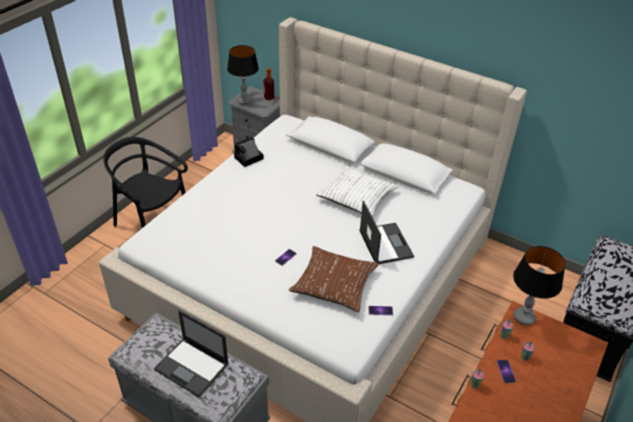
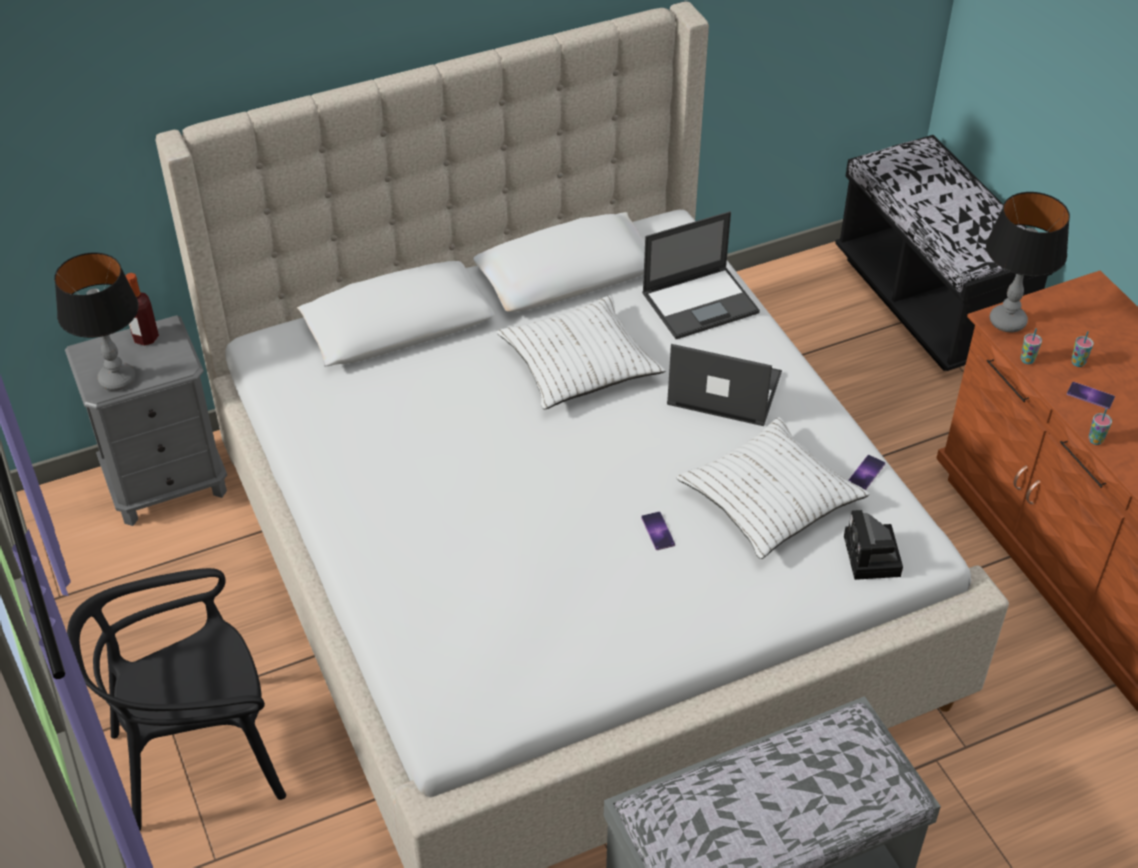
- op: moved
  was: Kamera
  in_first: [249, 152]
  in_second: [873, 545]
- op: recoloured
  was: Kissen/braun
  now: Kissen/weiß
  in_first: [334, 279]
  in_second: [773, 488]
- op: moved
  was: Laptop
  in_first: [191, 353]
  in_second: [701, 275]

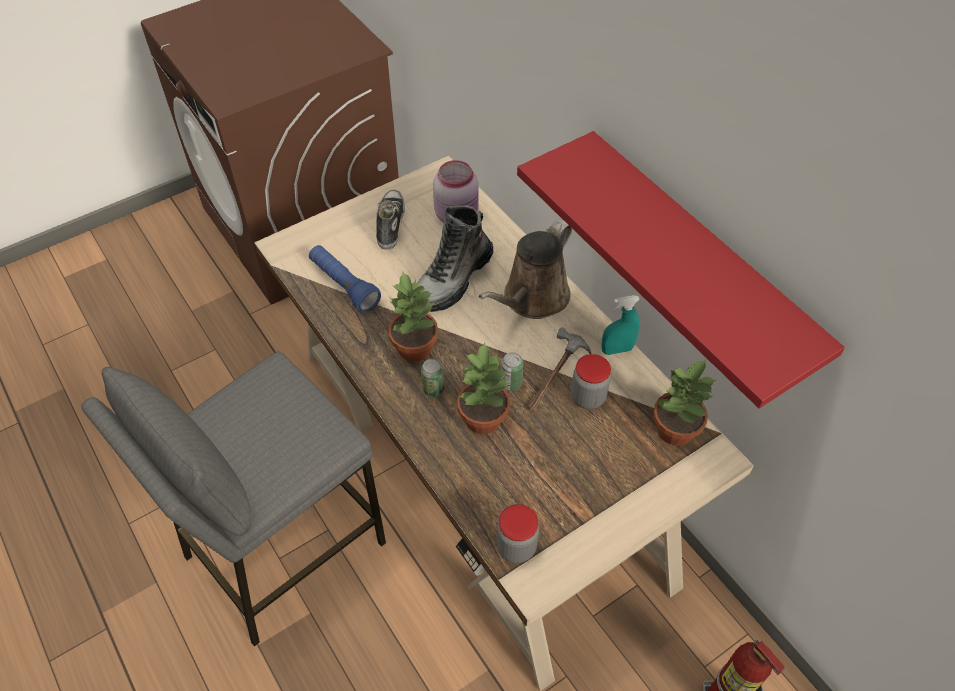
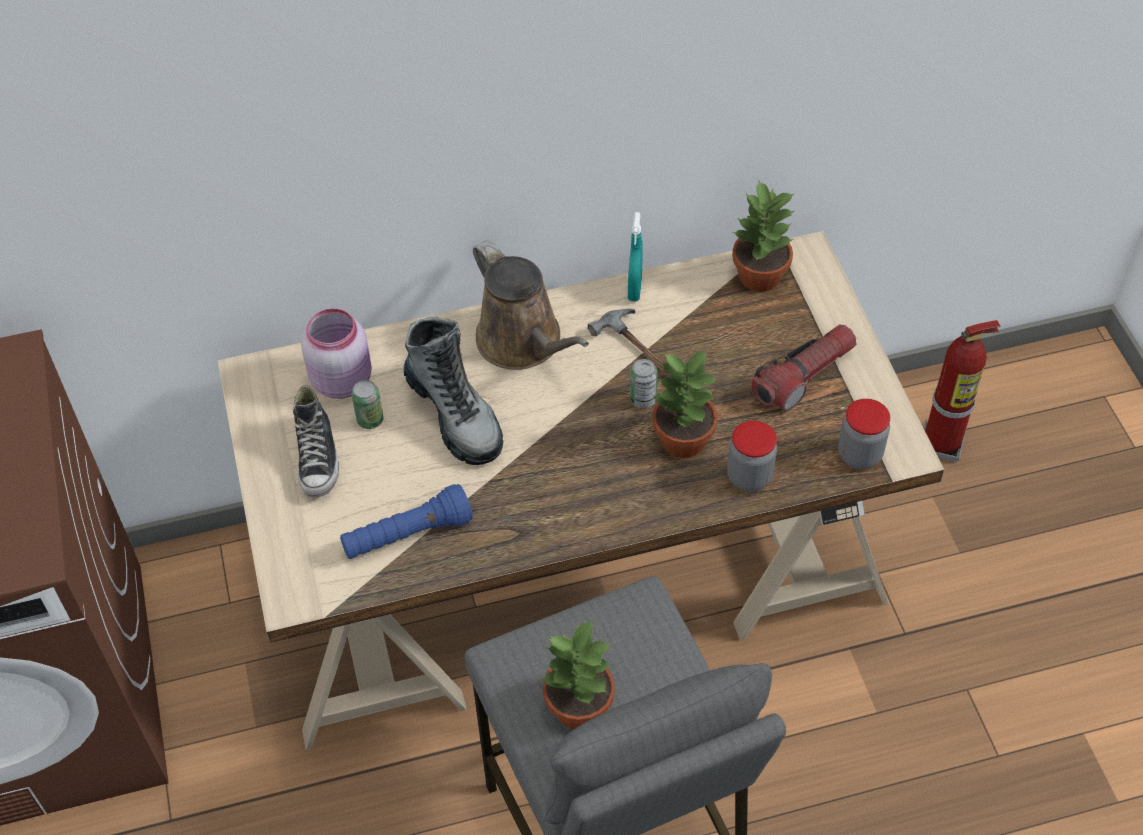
- op: removed
  was: Wandregal/rot
  in_first: [681, 269]
- op: turned
  was: Schuh
  in_first: [390, 220]
  in_second: [316, 441]
  clockwise: -120
- op: moved
  was: Topfpflanze
  in_first: [413, 317]
  in_second: [577, 674]
- op: moved
  was: Vorratsglas
  in_first: [591, 382]
  in_second: [752, 456]
- op: moved
  was: Dose
  in_first: [432, 377]
  in_second: [368, 404]
- op: added
  now: Taschenlampe
  in_second: [804, 368]

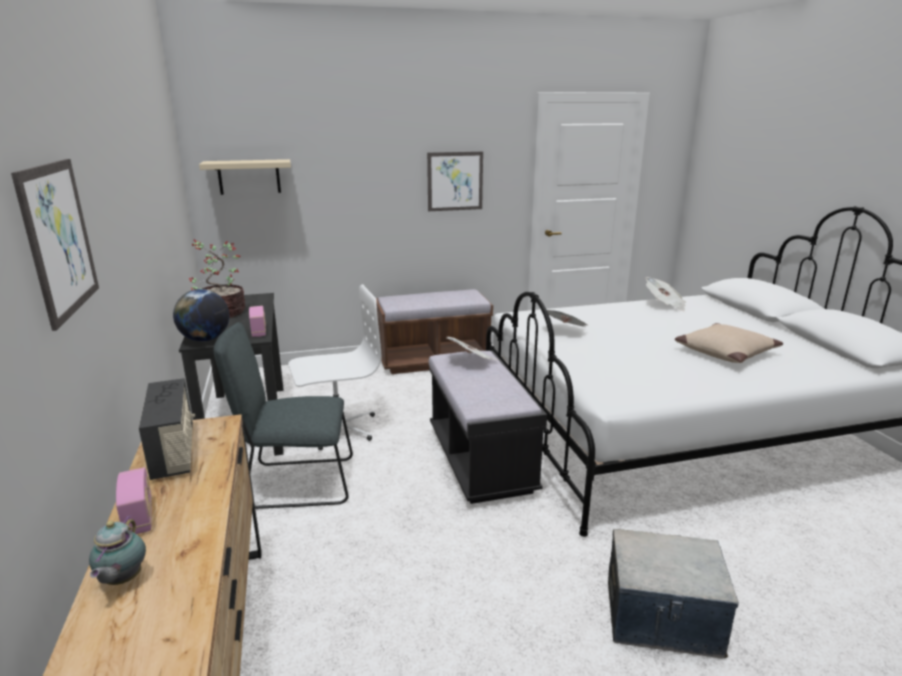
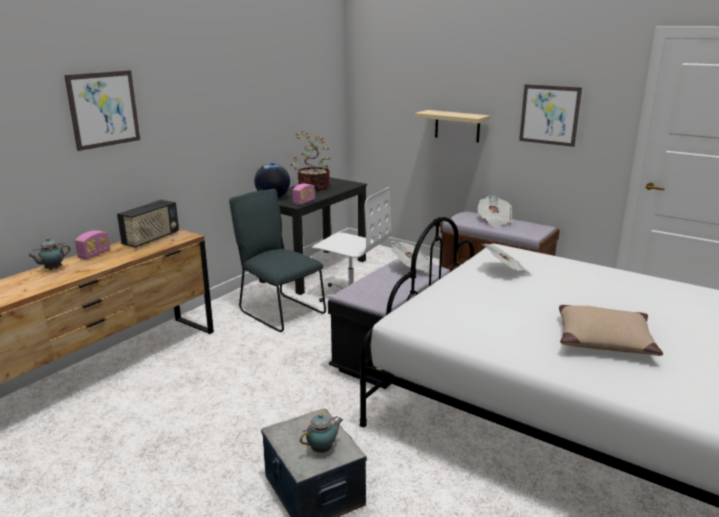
- op: moved
  was: Wandregal/beige
  in_first: [245, 177]
  in_second: [452, 126]
- op: moved
  was: Zeitung
  in_first: [666, 294]
  in_second: [494, 211]
- op: added
  now: Teekanne
  in_second: [321, 433]

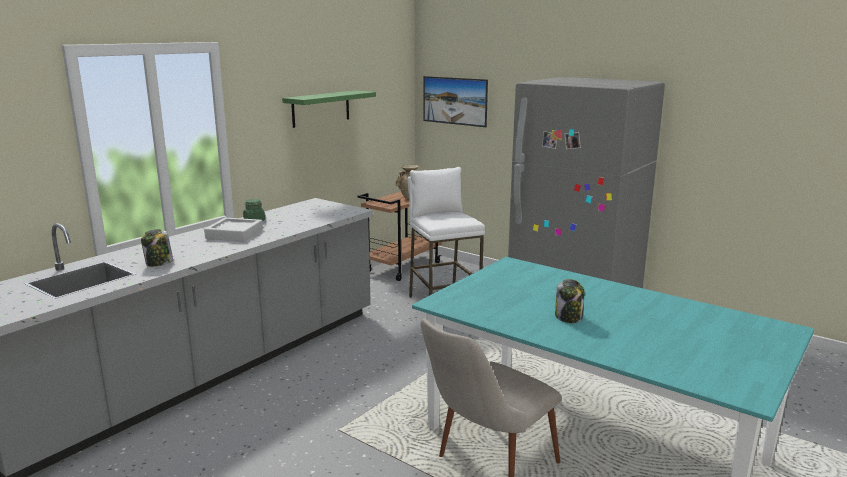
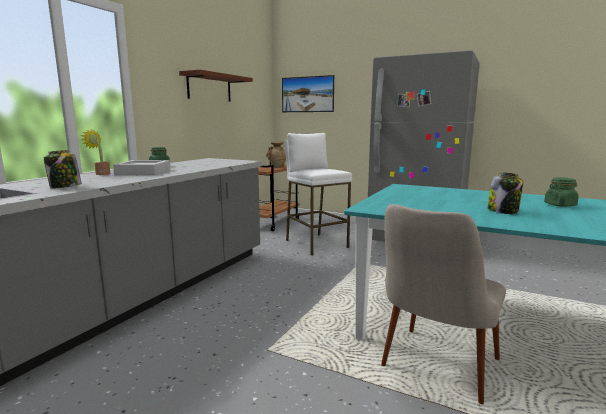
- op: recoloured
  was: Wandregal/grün
  now: Wandregal/braun
  in_first: [329, 109]
  in_second: [216, 85]
- op: added
  now: Topfpflanze
  in_second: [96, 152]
- op: added
  now: Vorratsglas/grün
  in_second: [561, 192]

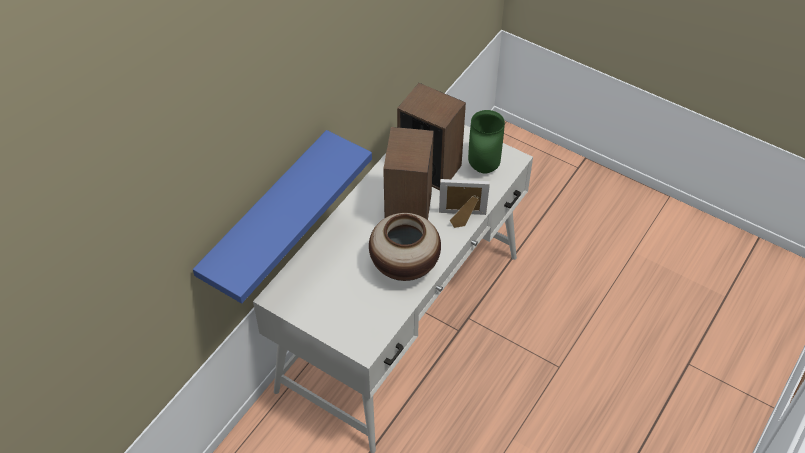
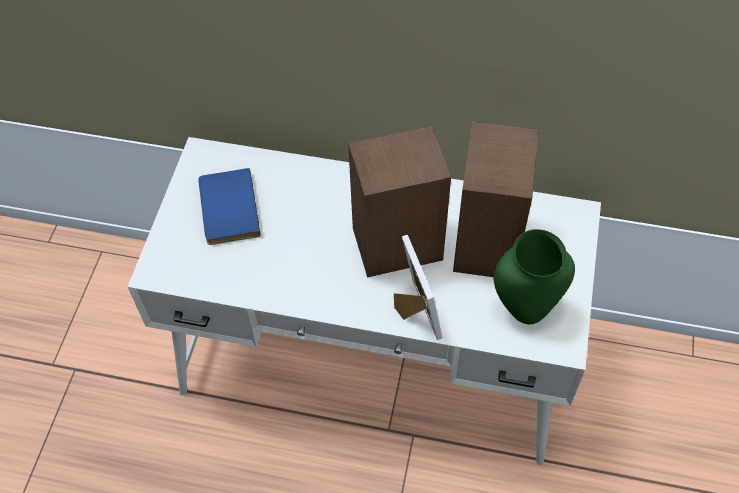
- op: removed
  was: Wandregal/blau
  in_first: [282, 217]
- op: removed
  was: Vase
  in_first: [405, 247]
- op: added
  now: Buch/blau
  in_second: [229, 206]

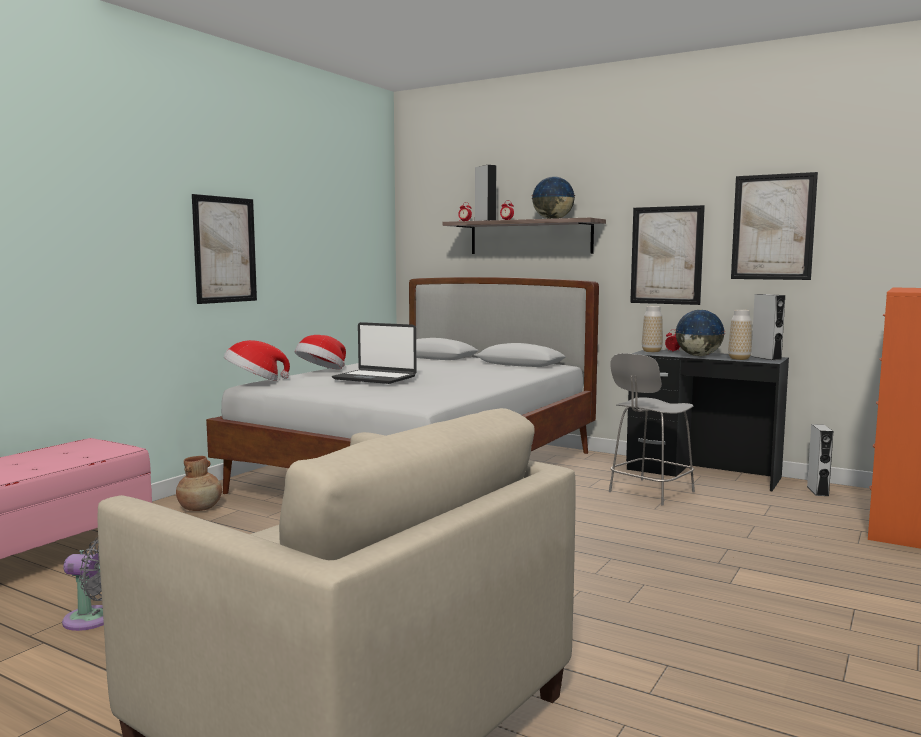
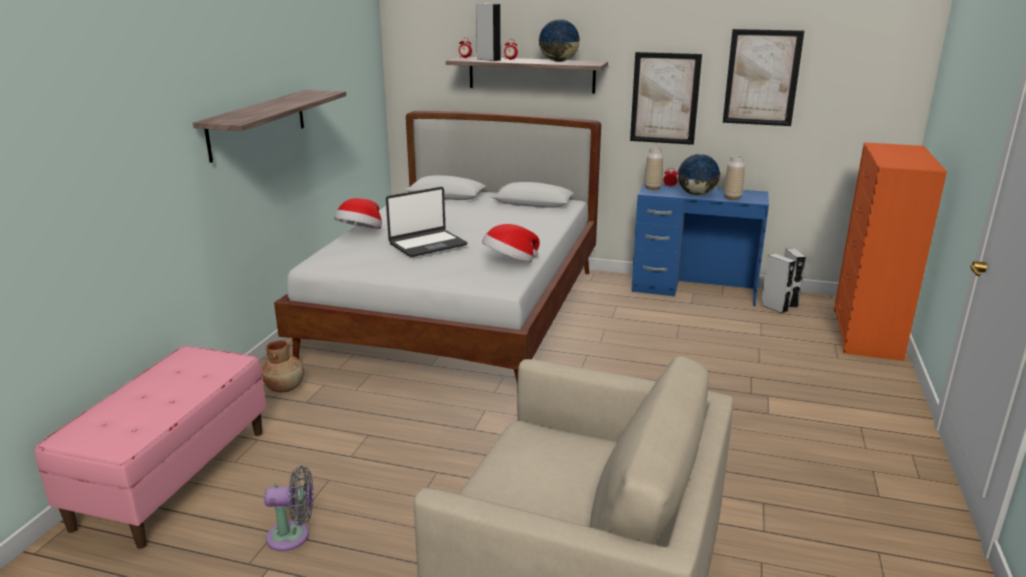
- op: replaced
  was: Bild
  now: Wandregal
  in_first: [224, 249]
  in_second: [269, 126]
- op: moved
  was: Lautsprecher/grau
  in_first: [768, 327]
  in_second: [778, 283]
- op: turned
  was: Laptop
  in_first: [374, 353]
  in_second: [426, 222]
  clockwise: -45
- op: moved
  was: Hut
  in_first: [257, 360]
  in_second: [511, 243]
- op: recoloured
  was: Schreibtisch/schwarz
  now: Schreibtisch/blau
  in_first: [707, 420]
  in_second: [700, 244]
- op: removed
  was: Stuhl/grau
  in_first: [652, 429]

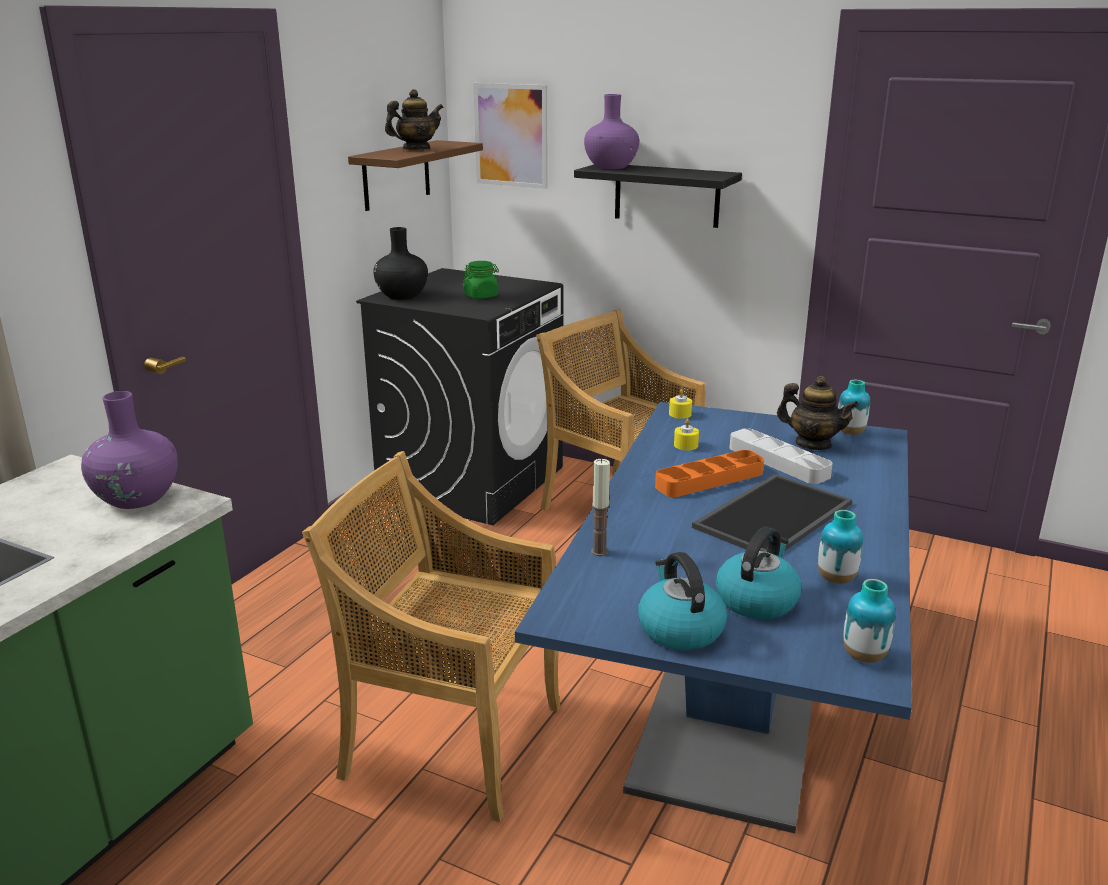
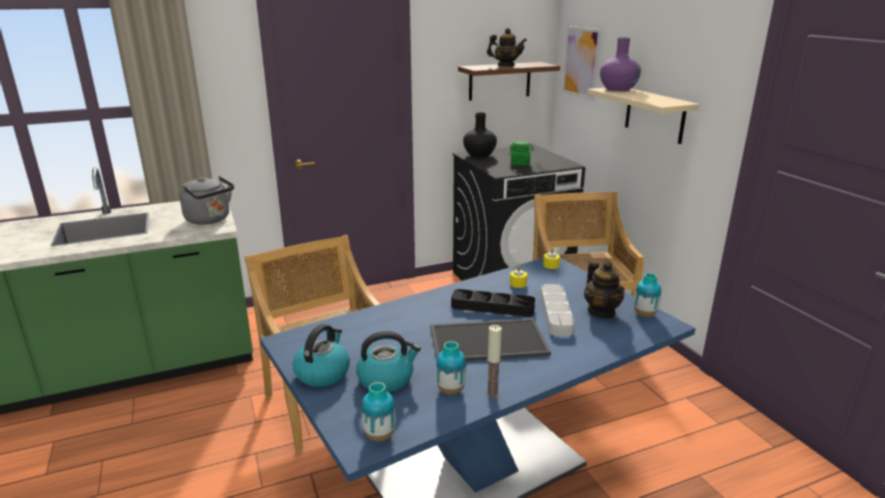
- op: recoloured
  was: Wandregal/schwarz
  now: Wandregal/beige
  in_first: [658, 196]
  in_second: [643, 116]
- op: replaced
  was: Vase/lila
  now: Wasserkessel/grau
  in_first: [129, 450]
  in_second: [207, 200]
- op: recoloured
  was: Tablett/orange
  now: Tablett/schwarz
  in_first: [709, 473]
  in_second: [493, 303]
- op: moved
  was: Kerze
  in_first: [600, 507]
  in_second: [494, 361]

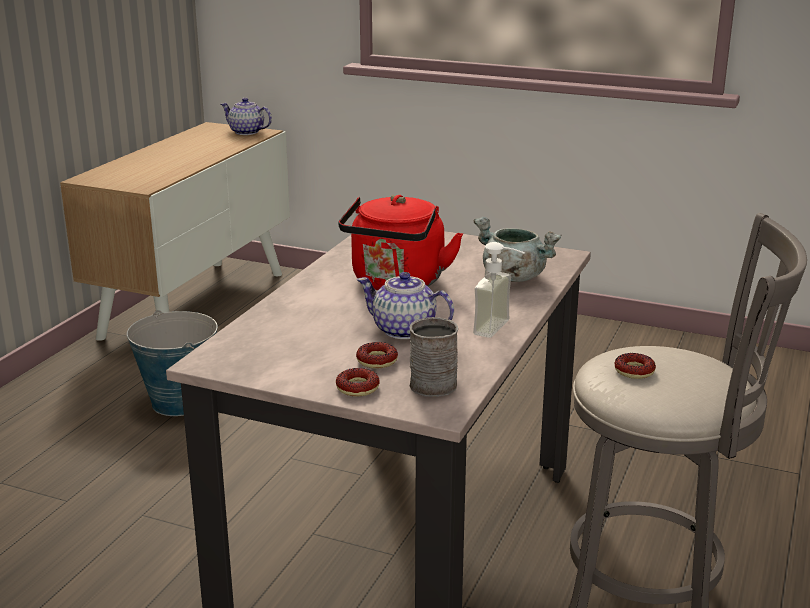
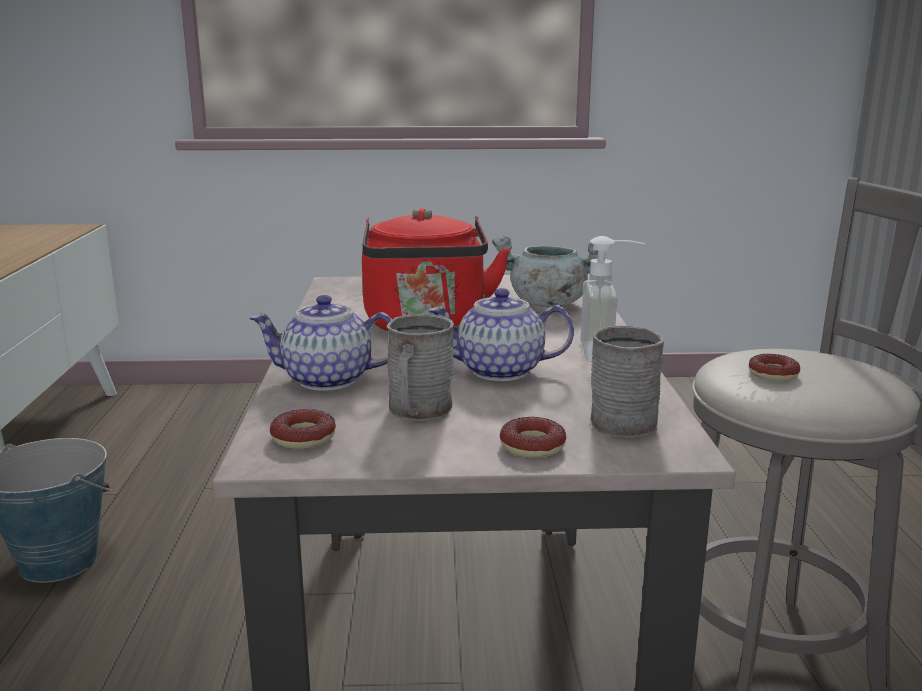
- op: moved
  was: Teekanne
  in_first: [246, 116]
  in_second: [321, 343]
- op: moved
  was: Donut
  in_first: [377, 355]
  in_second: [303, 429]
- op: added
  now: Henkelbecher/grau
  in_second: [420, 367]

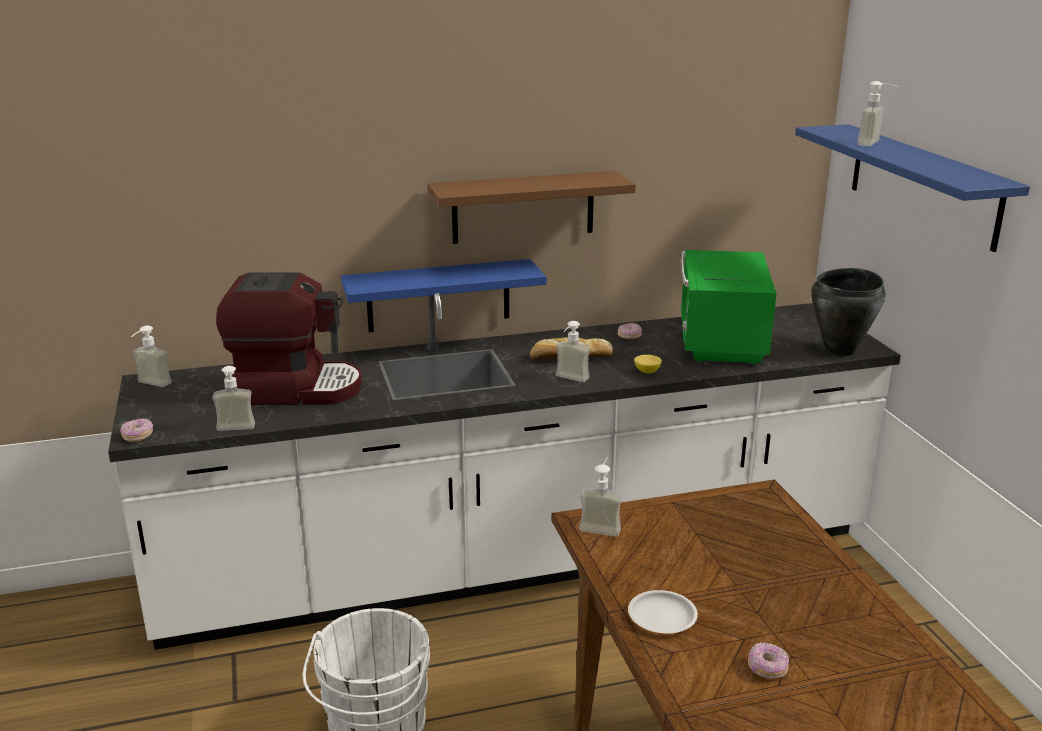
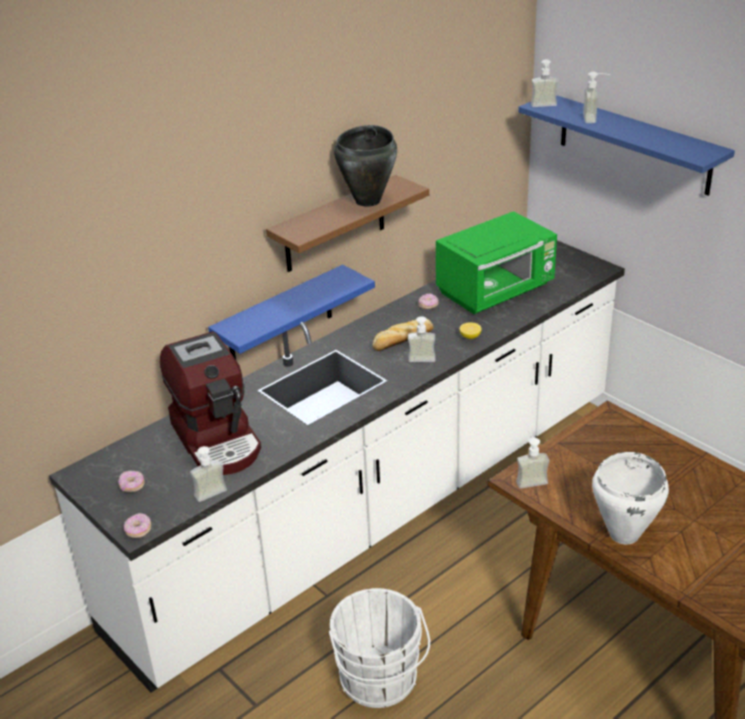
- op: turned
  was: Mikrowelle/grün
  in_first: [729, 307]
  in_second: [496, 262]
  clockwise: -105
- op: moved
  was: Kochtopf/schwarz
  in_first: [848, 312]
  in_second: [365, 166]
- op: turned
  was: Kaffeemaschine
  in_first: [289, 338]
  in_second: [210, 403]
  clockwise: 90
- op: moved
  was: Seifenspender
  in_first: [151, 356]
  in_second: [544, 83]
- op: replaced
  was: Teller/weiß
  now: Kochtopf/weiß
  in_first: [663, 612]
  in_second: [630, 498]
- op: moved
  was: Donut
  in_first: [768, 660]
  in_second: [131, 481]

